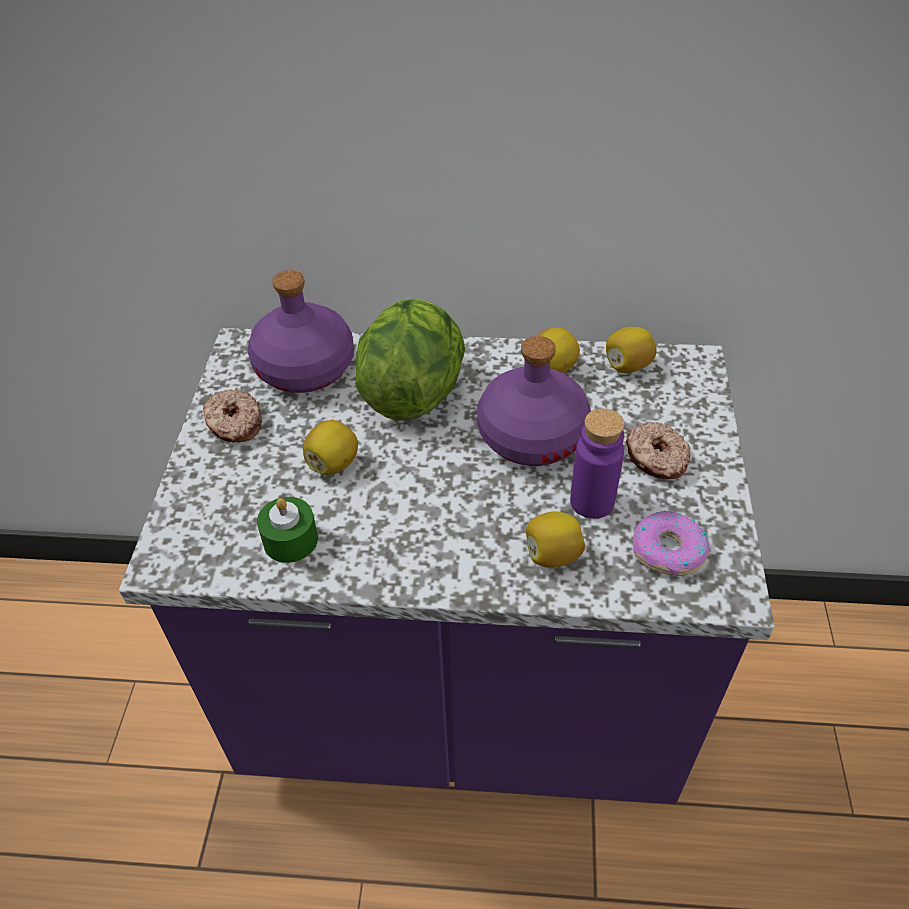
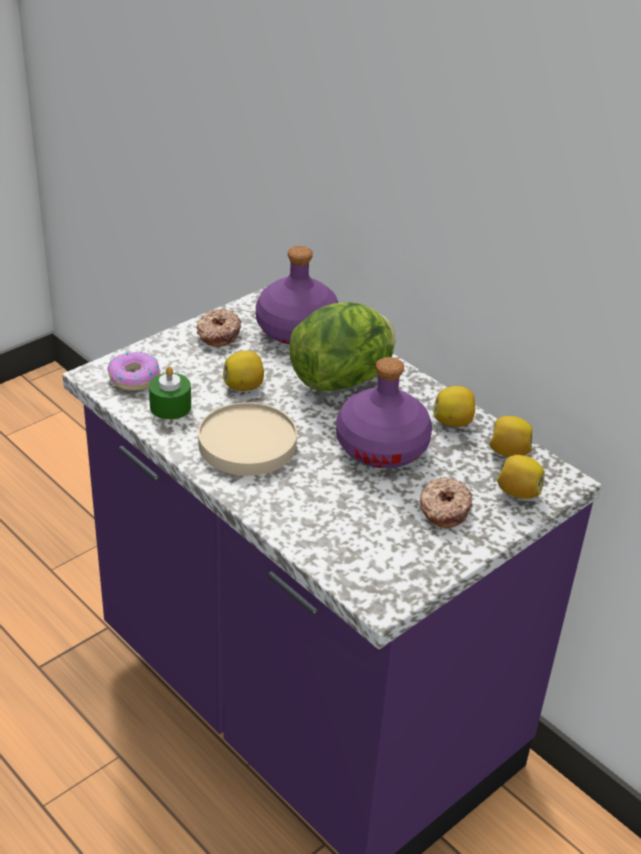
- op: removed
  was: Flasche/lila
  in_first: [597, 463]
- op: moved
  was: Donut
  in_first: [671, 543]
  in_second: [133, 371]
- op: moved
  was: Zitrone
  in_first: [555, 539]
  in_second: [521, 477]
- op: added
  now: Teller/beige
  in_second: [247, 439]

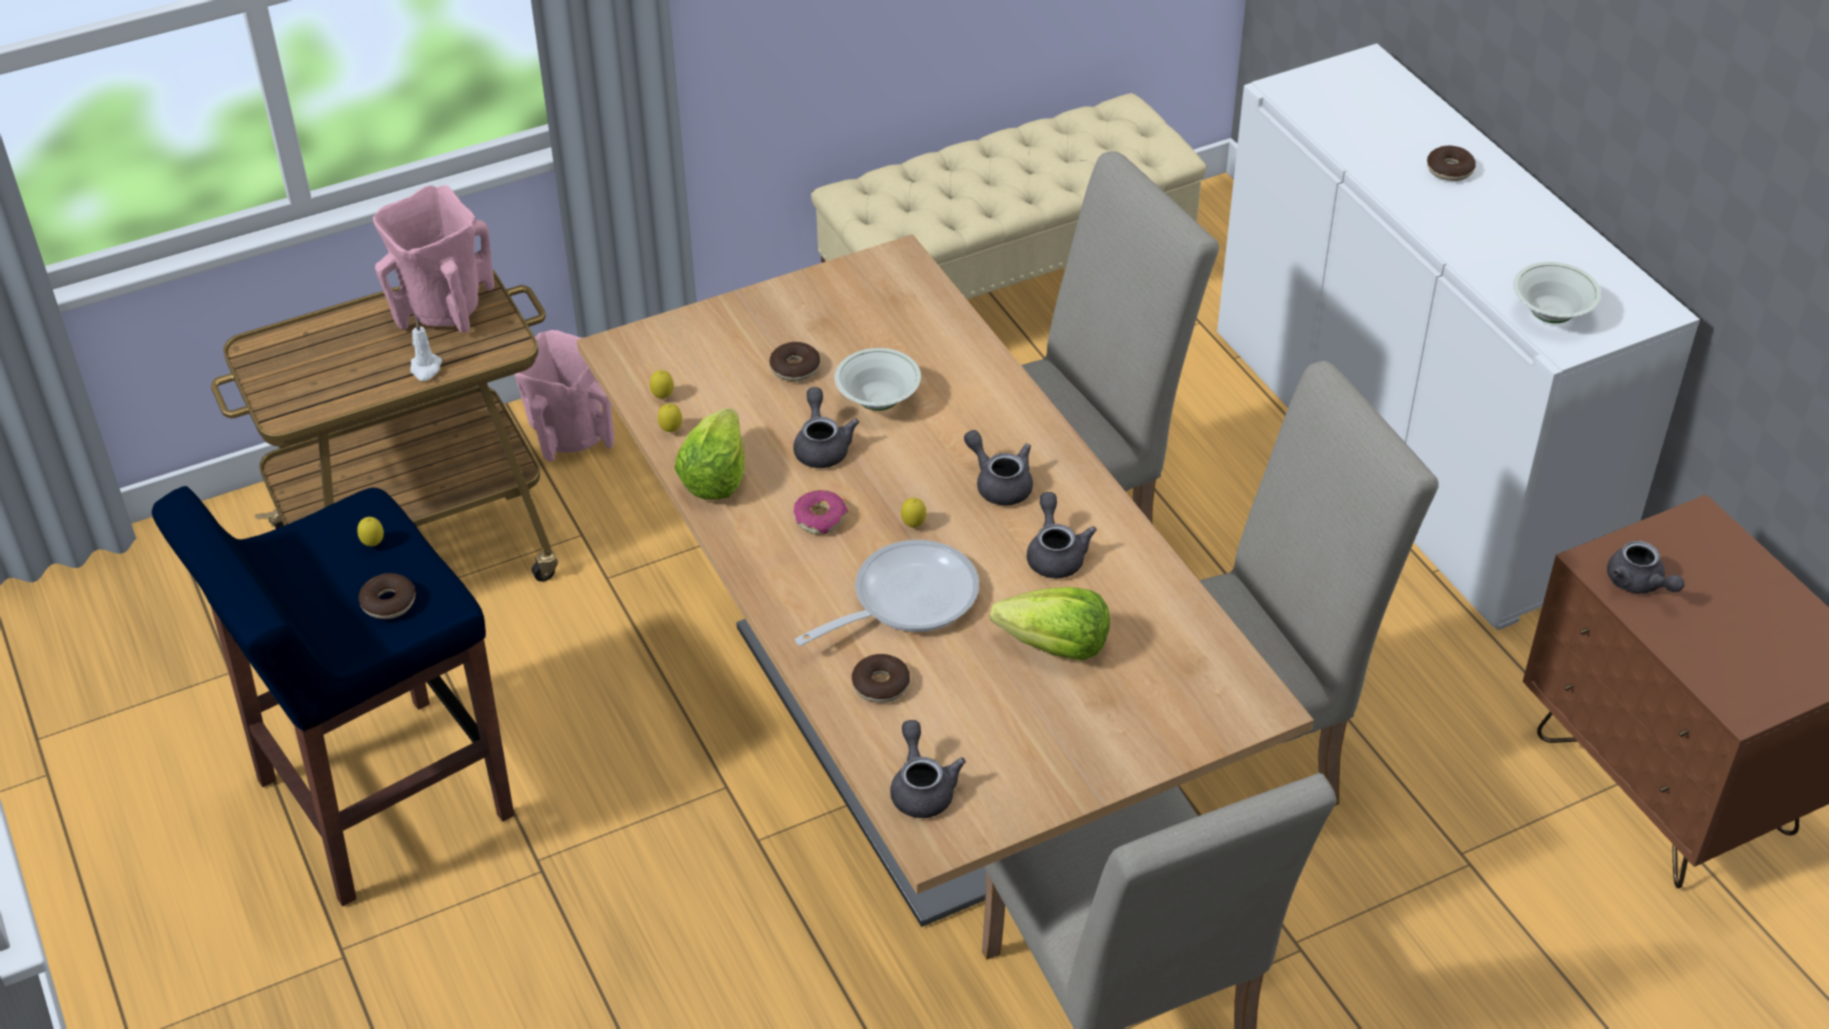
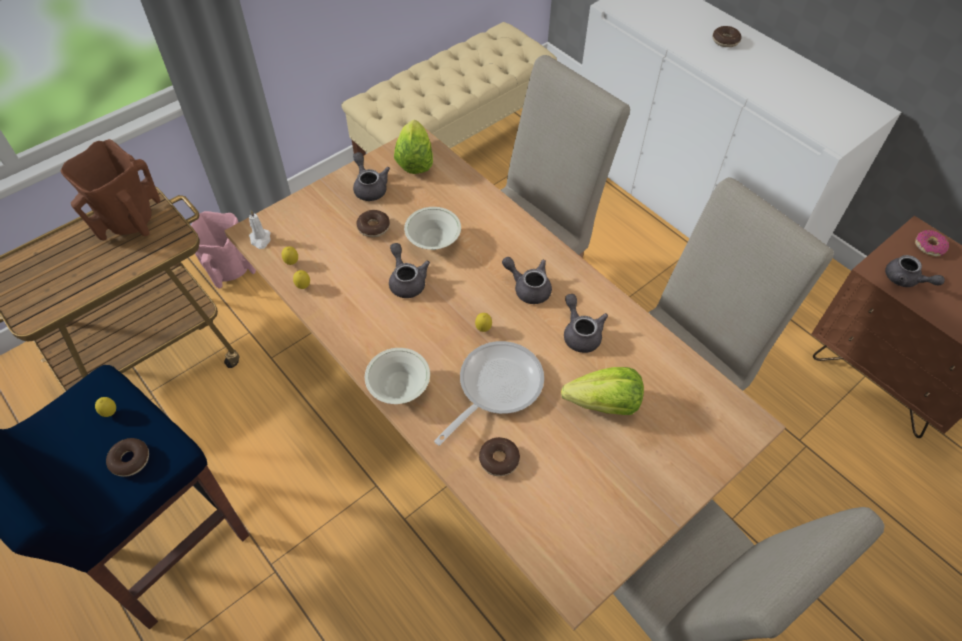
- op: recoloured
  was: Vase/rosa
  now: Vase/braun
  in_first: [433, 259]
  in_second: [110, 190]
- op: moved
  was: Schüssel/weiß
  in_first: [1557, 292]
  in_second: [397, 376]
- op: moved
  was: Kerze/weiß
  in_first: [426, 350]
  in_second: [260, 229]
- op: moved
  was: Salatkopf
  in_first: [709, 454]
  in_second: [413, 147]
- op: moved
  was: Donut
  in_first: [821, 512]
  in_second: [932, 243]
- op: moved
  was: Teekanne/grau
  in_first: [928, 769]
  in_second: [371, 176]

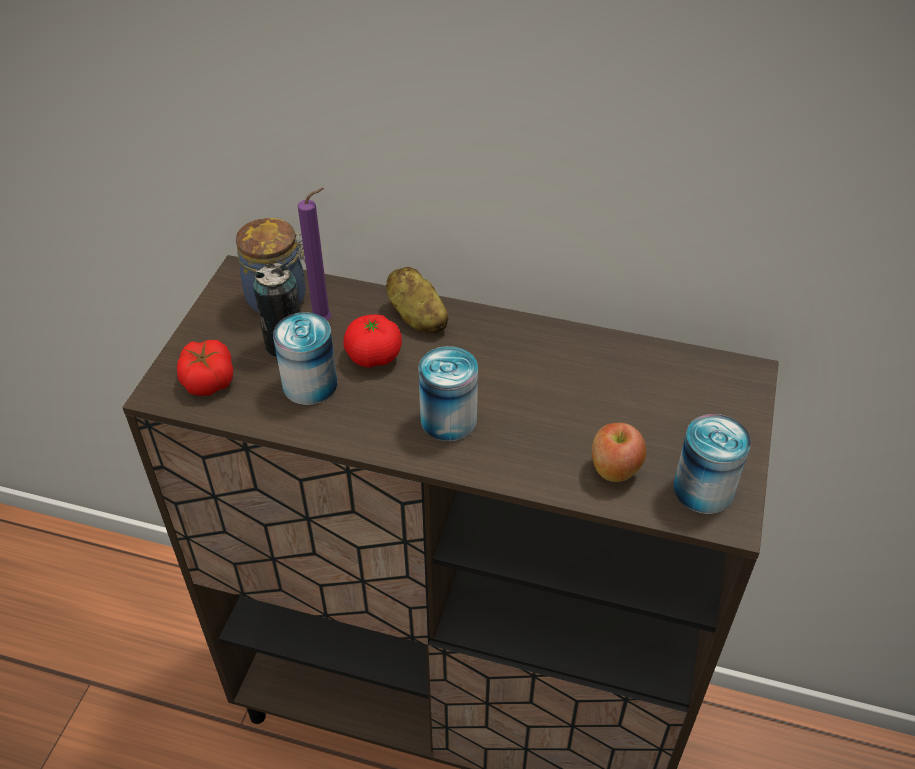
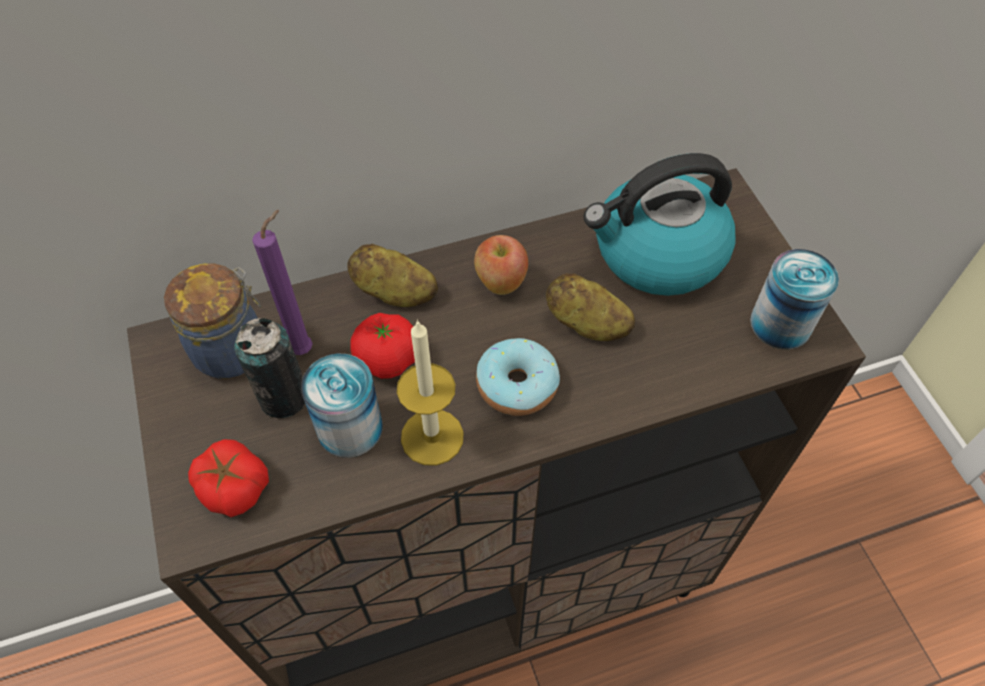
- op: replaced
  was: Dose
  now: Donut
  in_first: [448, 394]
  in_second: [518, 377]
- op: moved
  was: Apfel
  in_first: [619, 452]
  in_second: [501, 265]
- op: added
  now: Wasserkessel
  in_second: [660, 224]
- op: added
  now: Kartoffel
  in_second: [590, 307]
- op: added
  now: Kerze
  in_second: [430, 393]

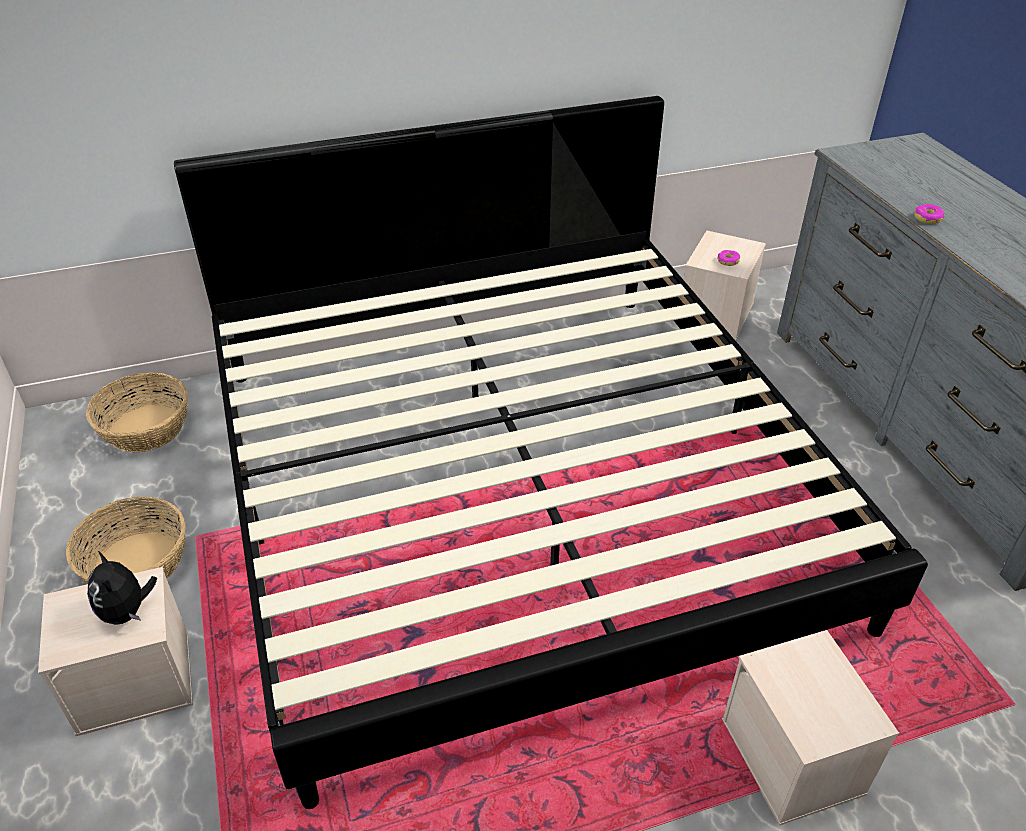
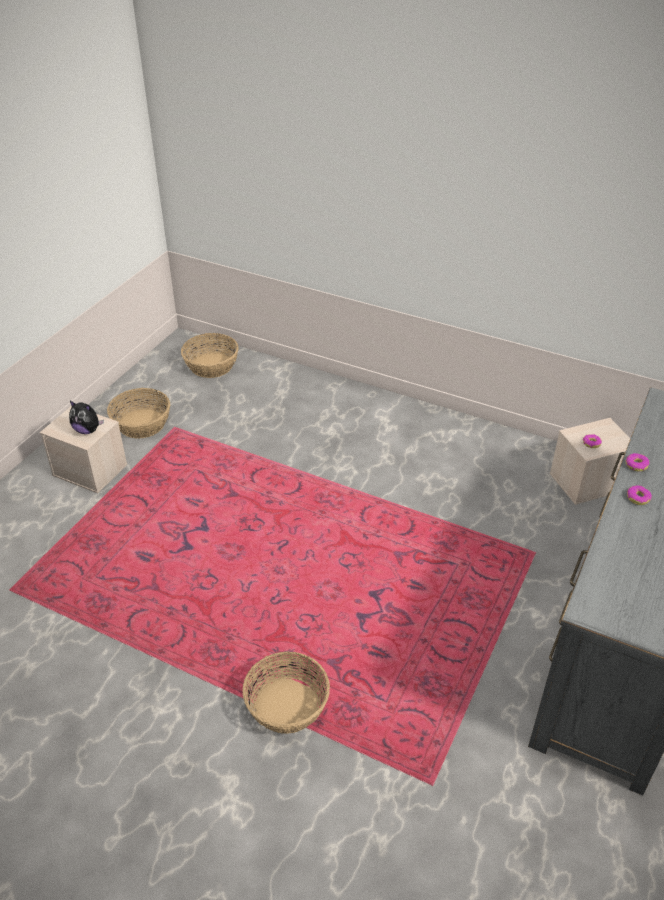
- op: removed
  was: Bett
  in_first: [551, 452]
- op: turned
  was: Plüschtier
  in_first: [122, 588]
  in_second: [86, 417]
  clockwise: -90
- op: replaced
  was: Aufbewahrungsbox/beige
  now: Korb
  in_first: [810, 728]
  in_second: [286, 693]
- op: added
  now: Donut
  in_second: [639, 495]

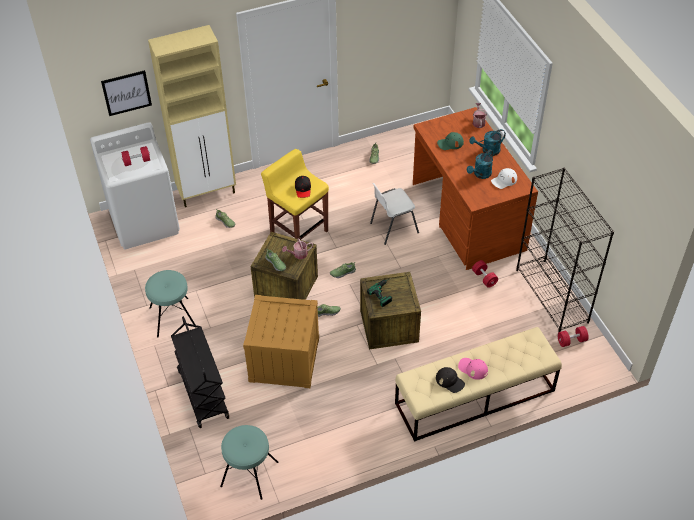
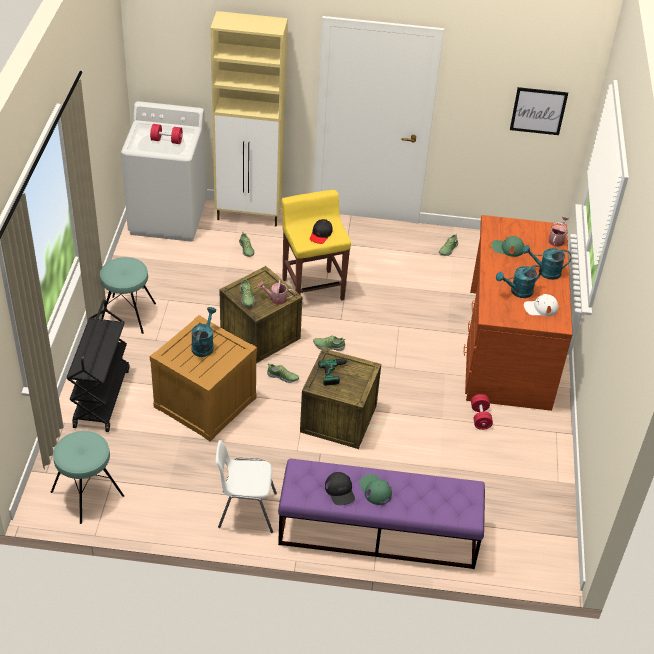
- op: moved
  was: Bild
  in_first: [126, 93]
  in_second: [539, 111]
- op: removed
  was: Bücherregal/schwarz
  in_first: [565, 250]
- op: moved
  was: Stuhl/weiß
  in_first: [394, 214]
  in_second: [246, 486]
- op: removed
  was: Hantel/rot
  in_first: [573, 336]
- op: recoloured
  was: Bank/beige
  now: Bank/lila
  in_first: [478, 384]
  in_second: [381, 514]
- op: recoloured
  was: Kappe/rosa
  now: Kappe/grün
  in_first: [473, 369]
  in_second: [375, 489]
- op: added
  now: Gießkanne/türkis
  in_second: [204, 332]

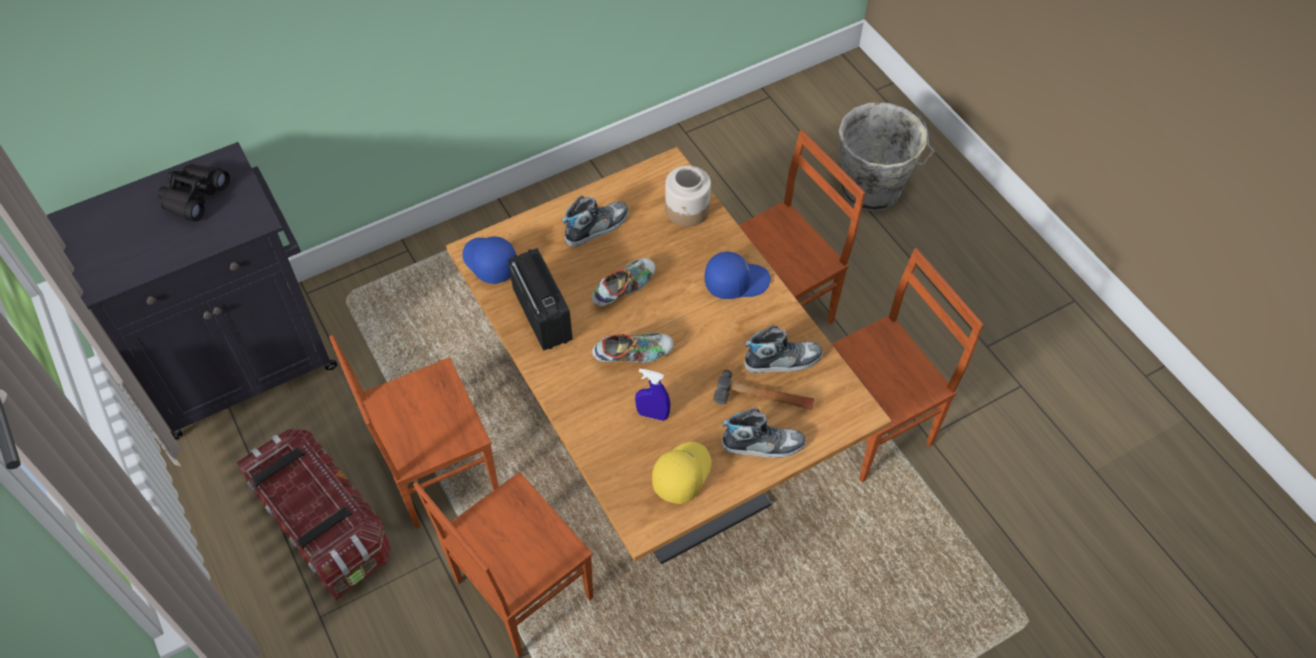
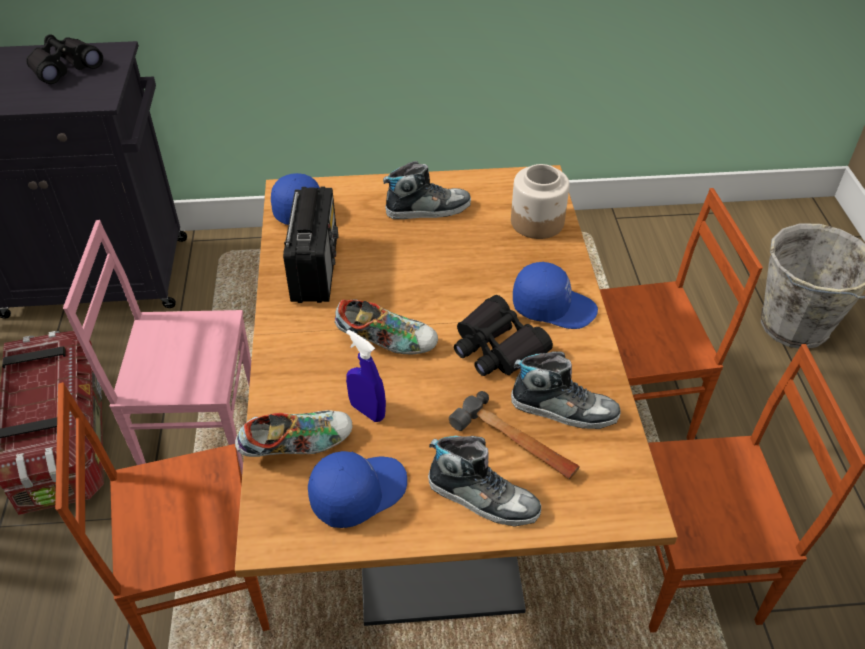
- op: moved
  was: Schuh
  in_first: [623, 282]
  in_second: [293, 433]
- op: recoloured
  was: Stuhl/braun
  now: Stuhl/rosa
  in_first: [414, 432]
  in_second: [157, 347]
- op: recoloured
  was: Kappe/gelb
  now: Kappe/blau
  in_first: [682, 473]
  in_second: [357, 489]
- op: added
  now: Fernglas/schwarz
  in_second: [503, 335]

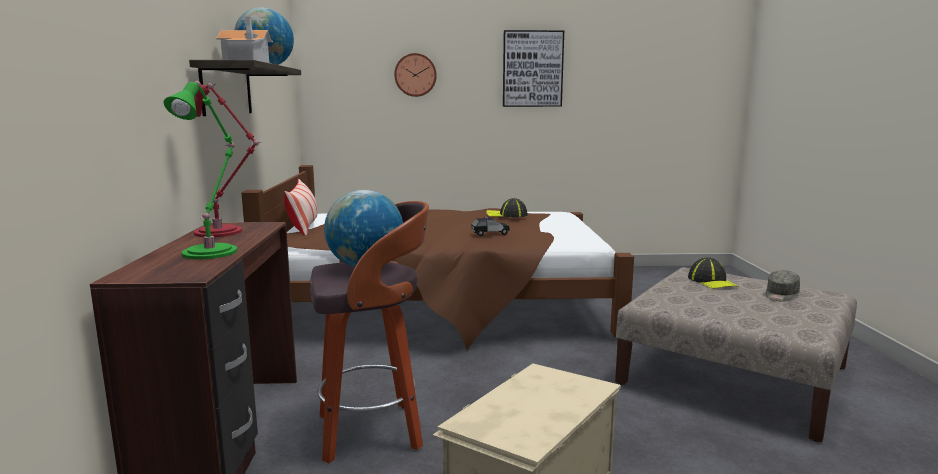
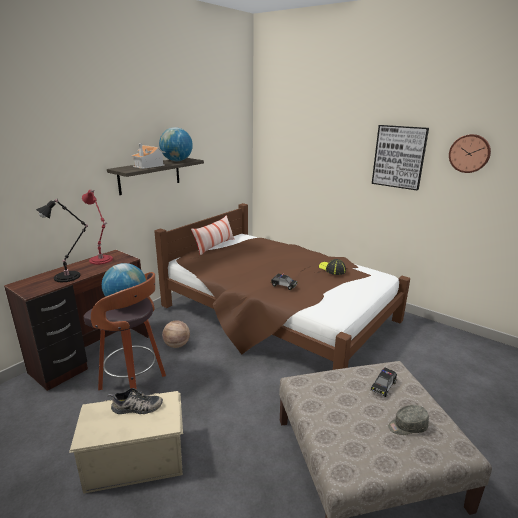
- op: moved
  was: Wanduhr
  in_first: [415, 75]
  in_second: [470, 153]
- op: recoloured
  was: Tischlampe/grün
  now: Tischlampe/schwarz
  in_first: [200, 170]
  in_second: [62, 240]
- op: replaced
  was: Kappe
  now: Spielzeugauto
  in_first: [713, 273]
  in_second: [384, 382]
- op: added
  now: Basketball
  in_second: [176, 334]
- op: added
  now: Schuh
  in_second: [135, 401]

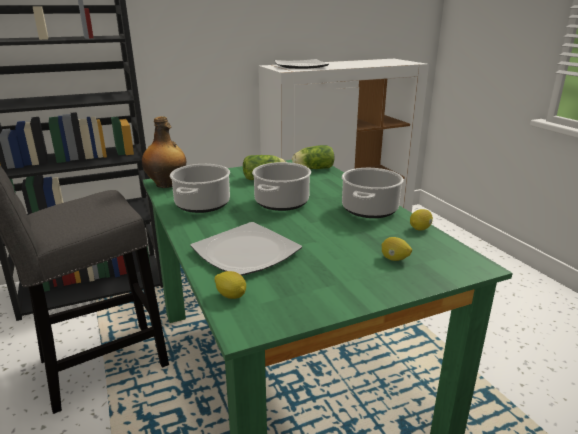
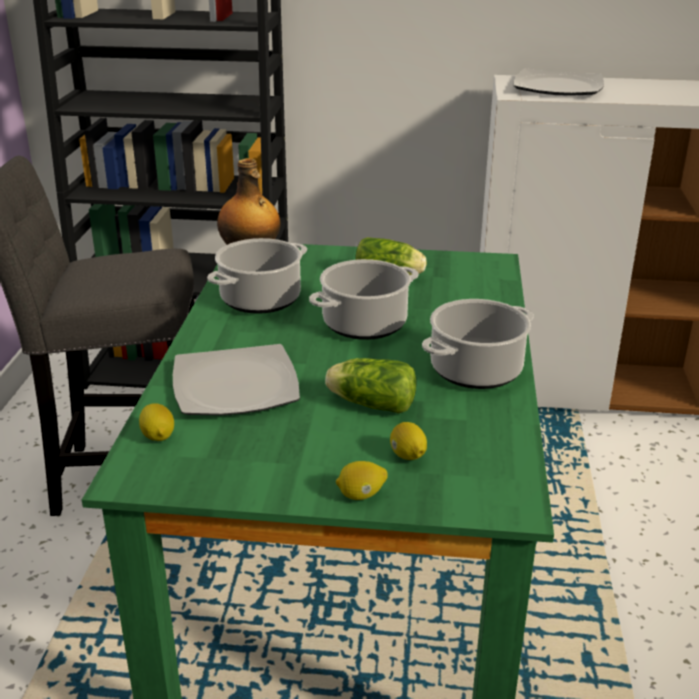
- op: moved
  was: Salatkopf
  in_first: [313, 157]
  in_second: [370, 385]
- op: moved
  was: Zitrone
  in_first: [421, 219]
  in_second: [362, 480]

